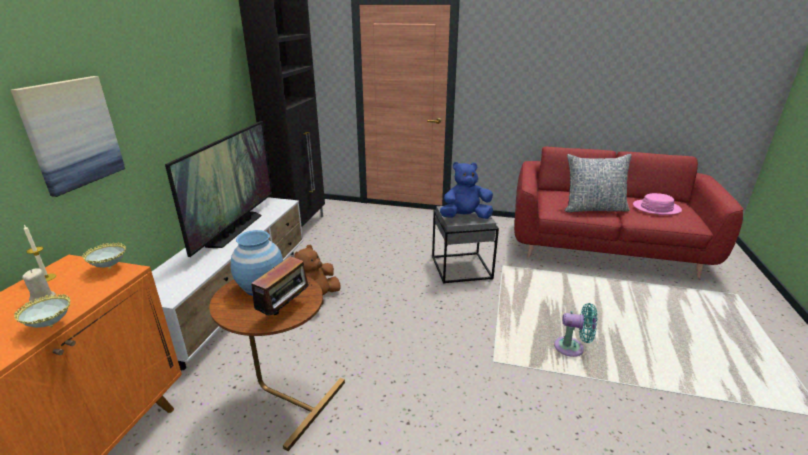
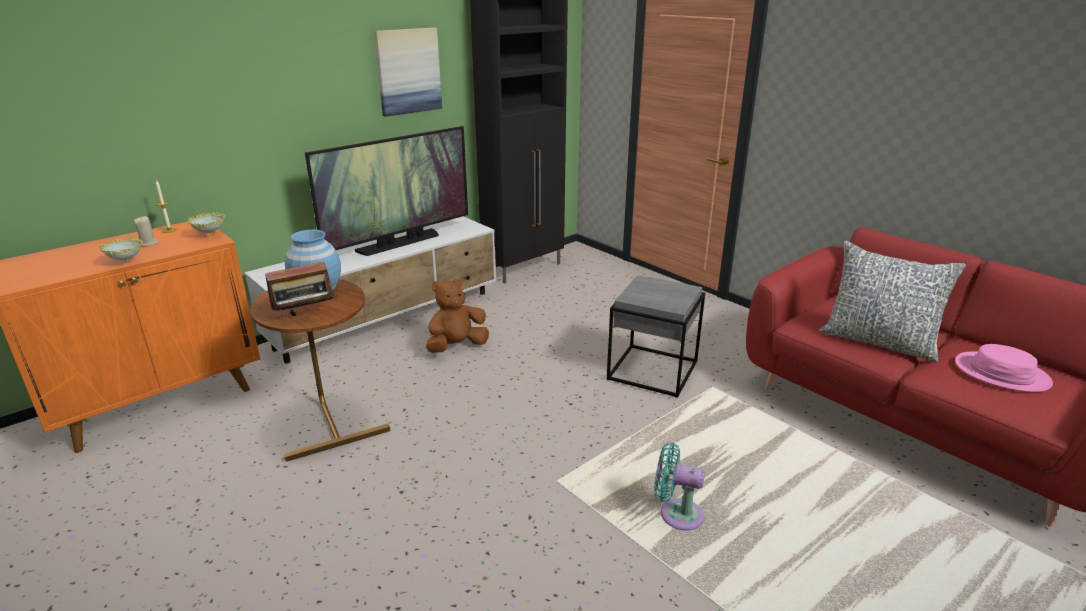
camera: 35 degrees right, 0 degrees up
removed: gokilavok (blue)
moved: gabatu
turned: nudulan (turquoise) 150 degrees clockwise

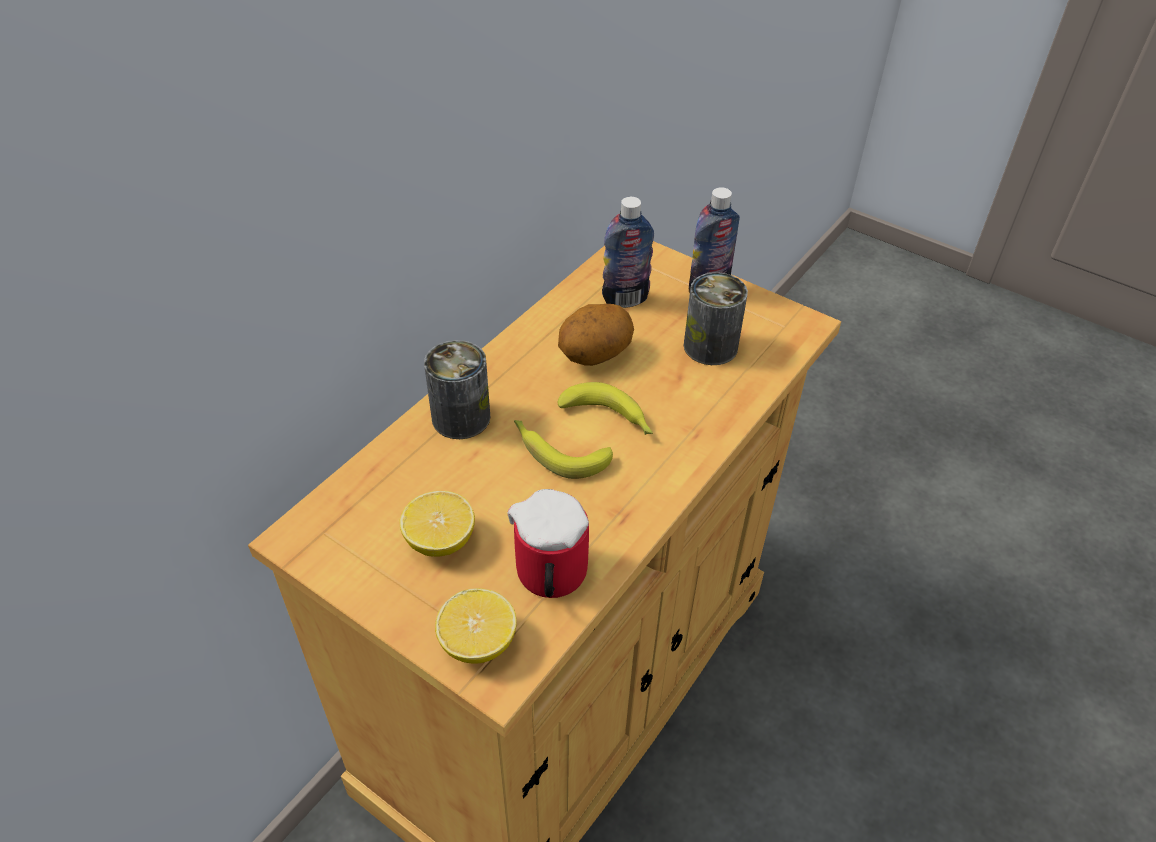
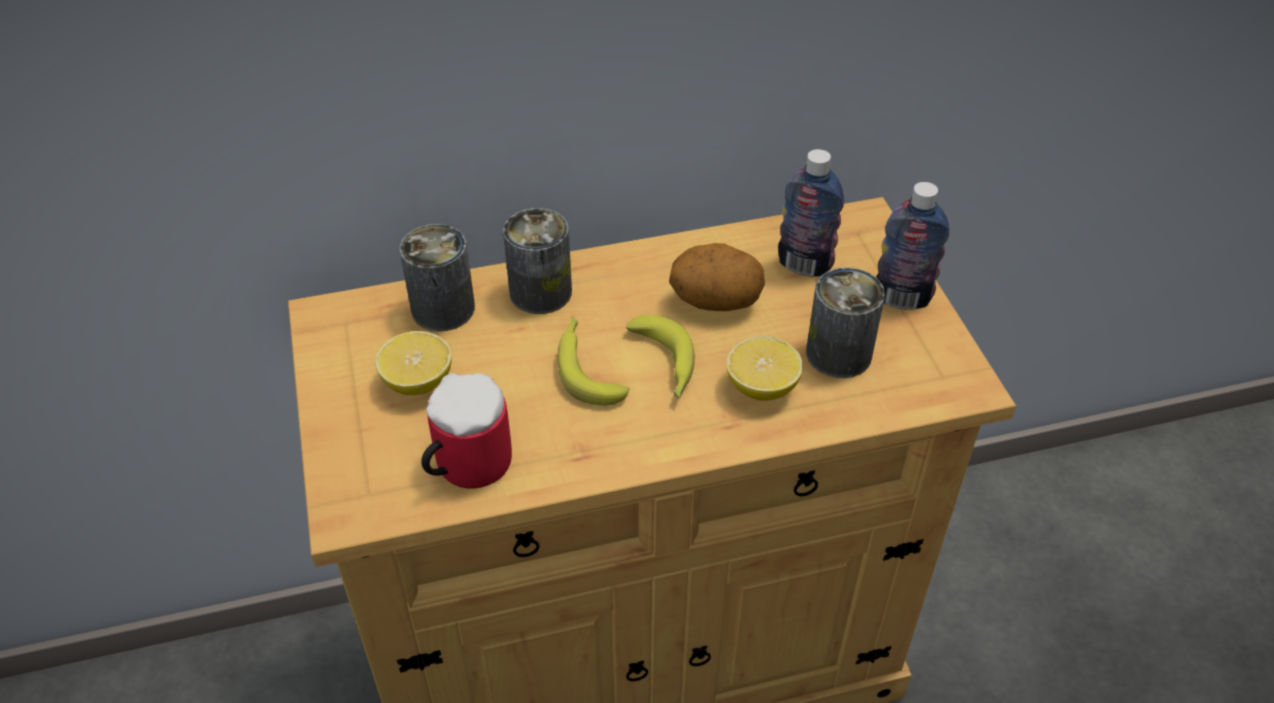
camera: 40 degrees right, 0 degrees up
added: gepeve (1st from left)
moved: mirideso (2nd from left)

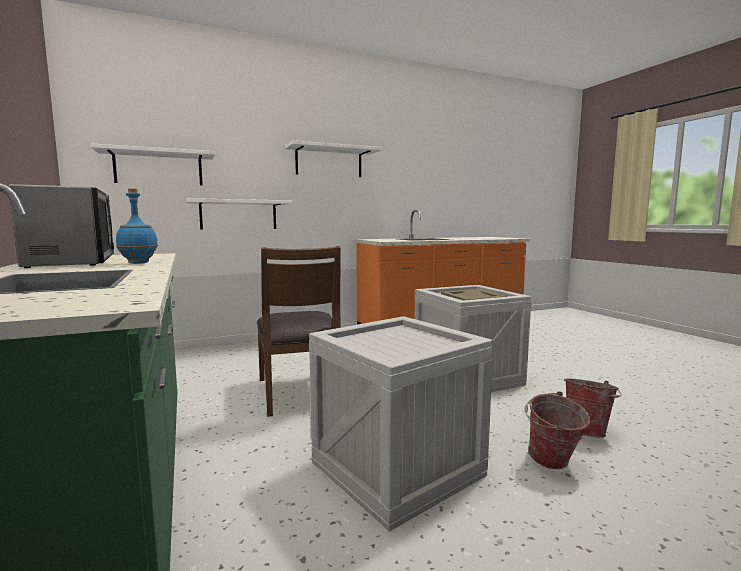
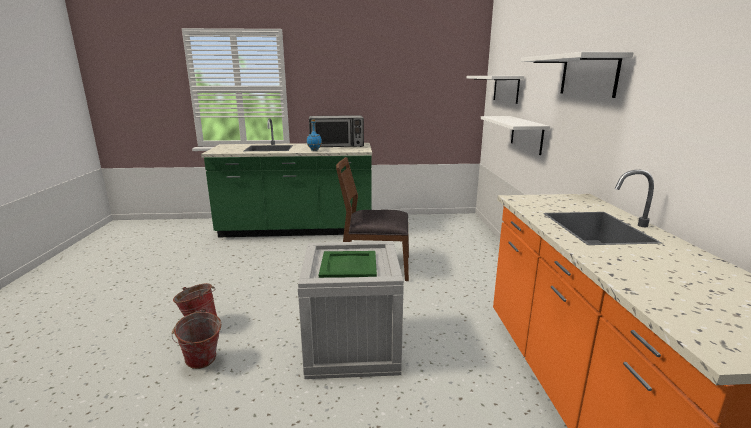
camera: 110 degrees right, 10 degrees up
removed: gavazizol (1st from left)
recoloured: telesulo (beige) to telesulo (green)

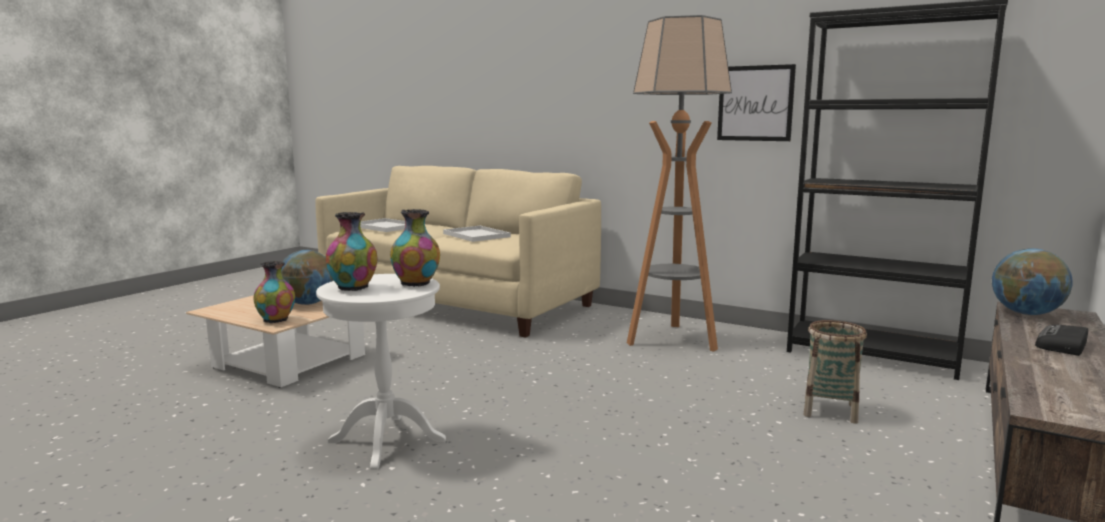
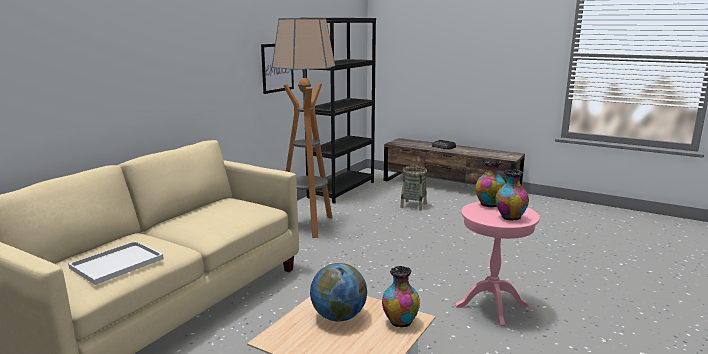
camera: 90 degrees left, 5 degrees up
removed: telesulo (white) (2nd from left); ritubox (2nd from left)
recoloured: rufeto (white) to rufeto (pink)

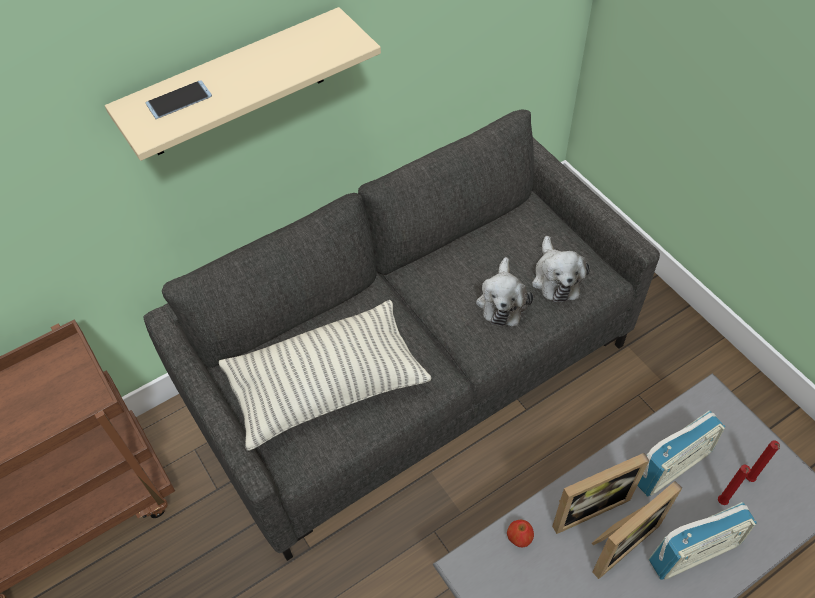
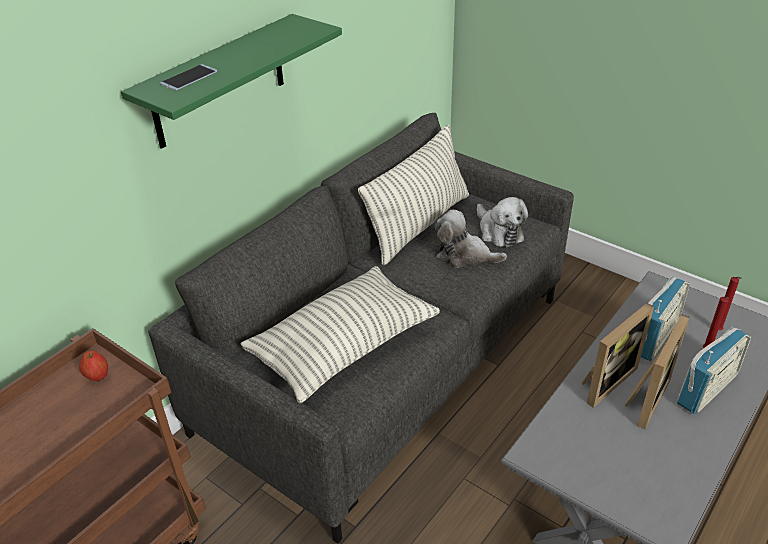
camera: 20 degrees left, 15 degrees down
added: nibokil (2nd from left)
moved: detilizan
recoloured: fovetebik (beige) to fovetebik (green)
turned: gokilavok (1st from left) 120 degrees clockwise

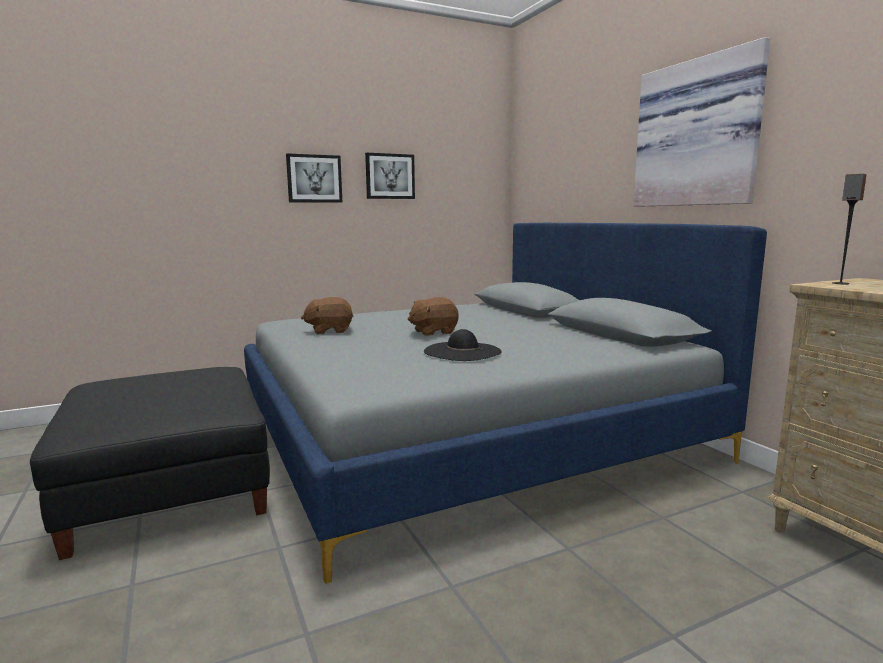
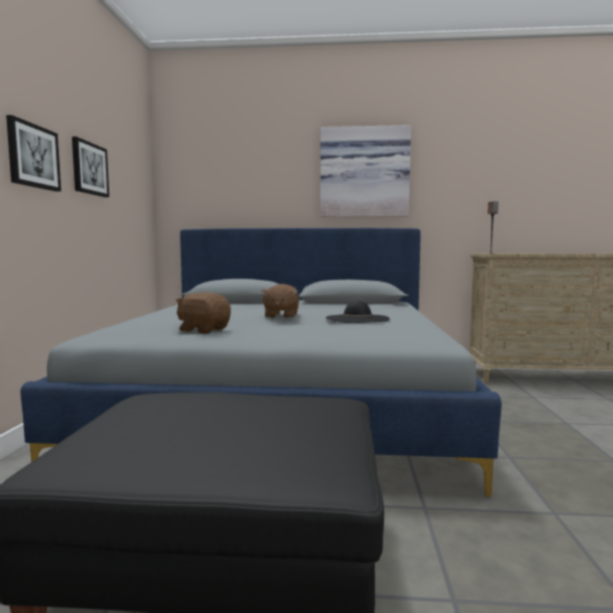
camera: 60 degrees left, 5 degrees down
turned: gokilavok (brown) (1st from left) 105 degrees clockwise

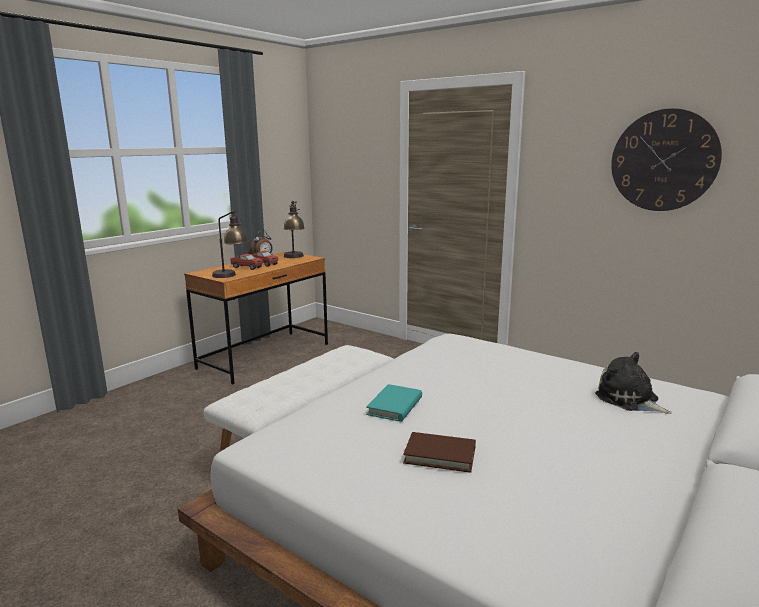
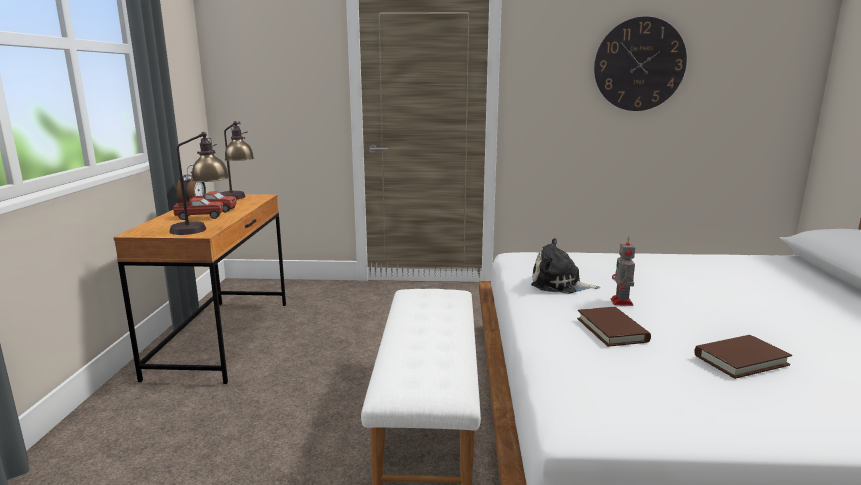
camera: 35 degrees left, 0 degrees up
added: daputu
moved: gokilavok
recoloured: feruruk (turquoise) to feruruk (brown) (1st from left)

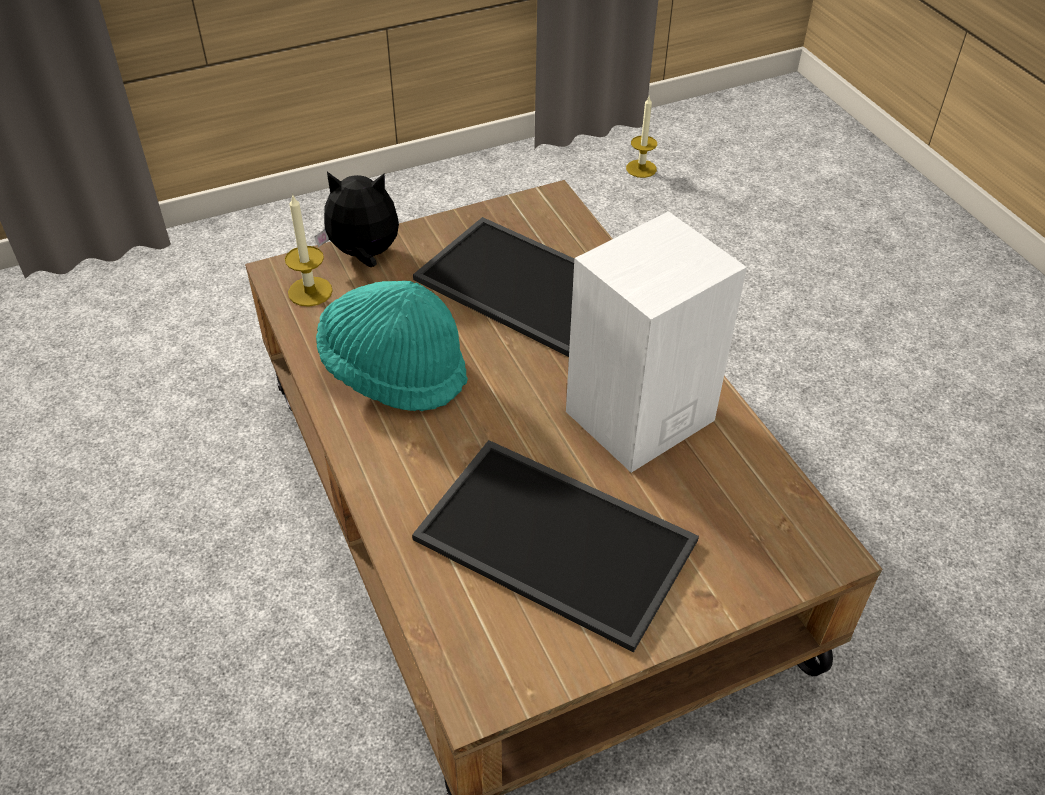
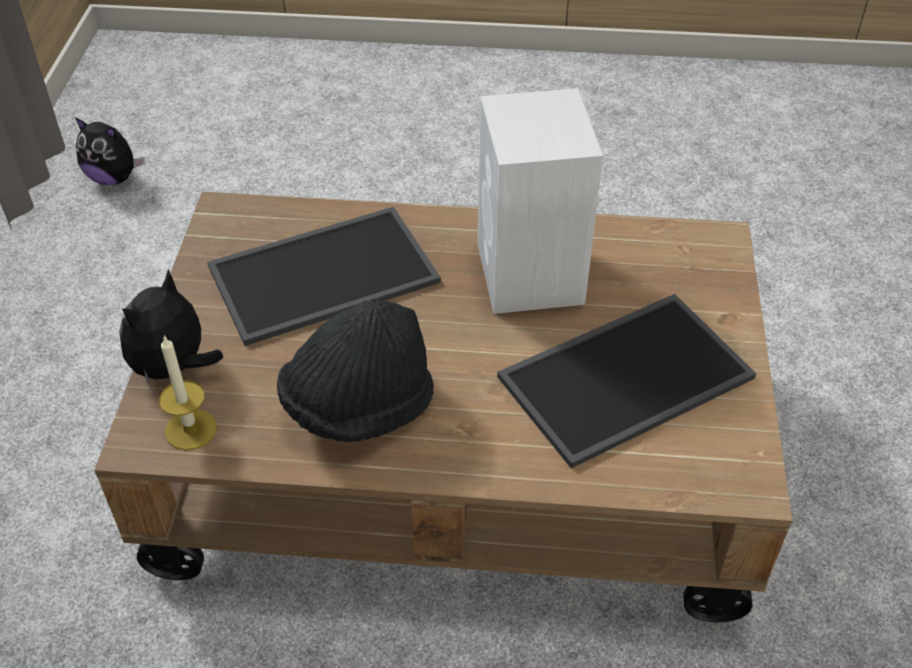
camera: 60 degrees left, 0 degrees up
replaced: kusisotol (2nd from left) to gokilavok (1st from left)
recoloured: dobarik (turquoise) to dobarik (black)

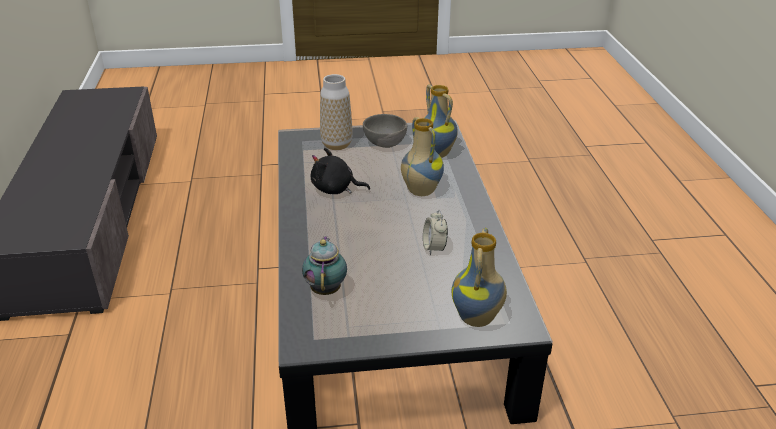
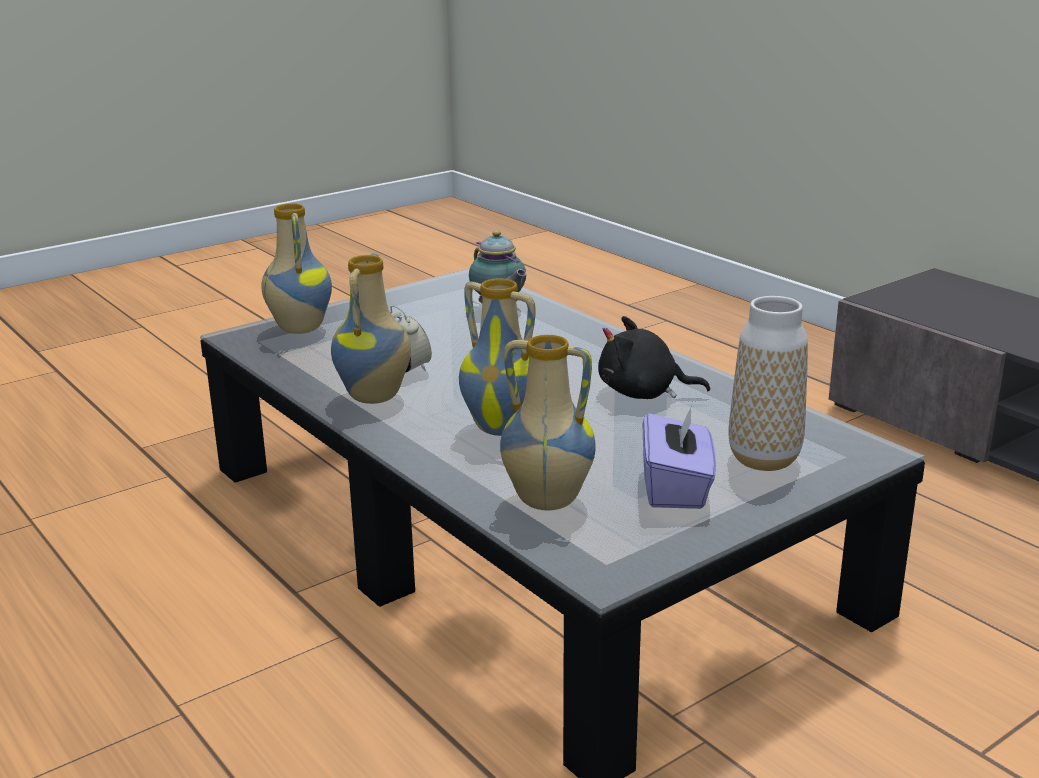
camera: 150 degrees right, 10 degrees down
added: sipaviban (2nd from left)
replaced: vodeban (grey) to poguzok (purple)
turned: gokilavok (black) 150 degrees counterclockwise

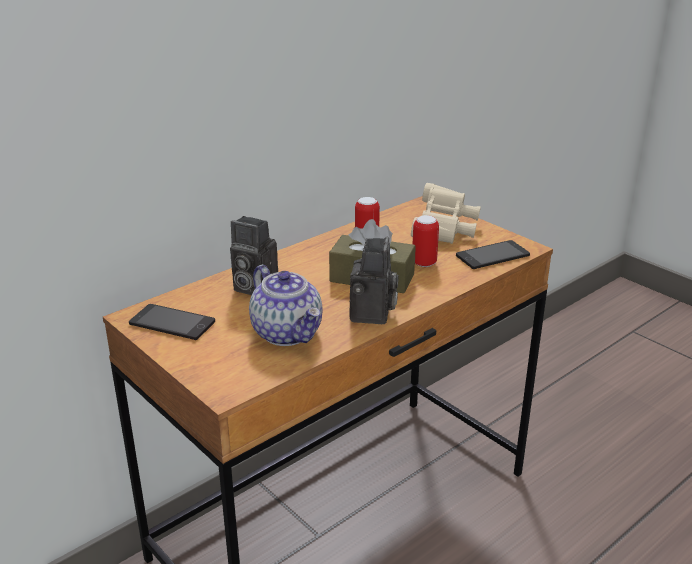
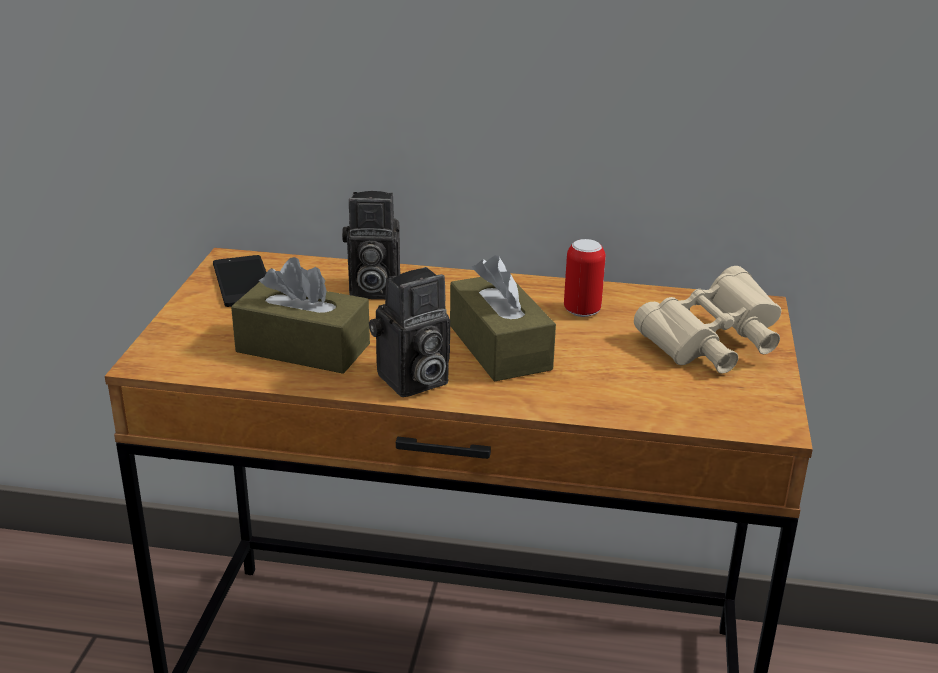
camera: 50 degrees right, 0 degrees up
removed: gepeve (2nd from left); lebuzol (2nd from left)
replaced: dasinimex to poguzok (brown) (1st from left)
turned: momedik (1st from left) 75 degrees counterclockwise

